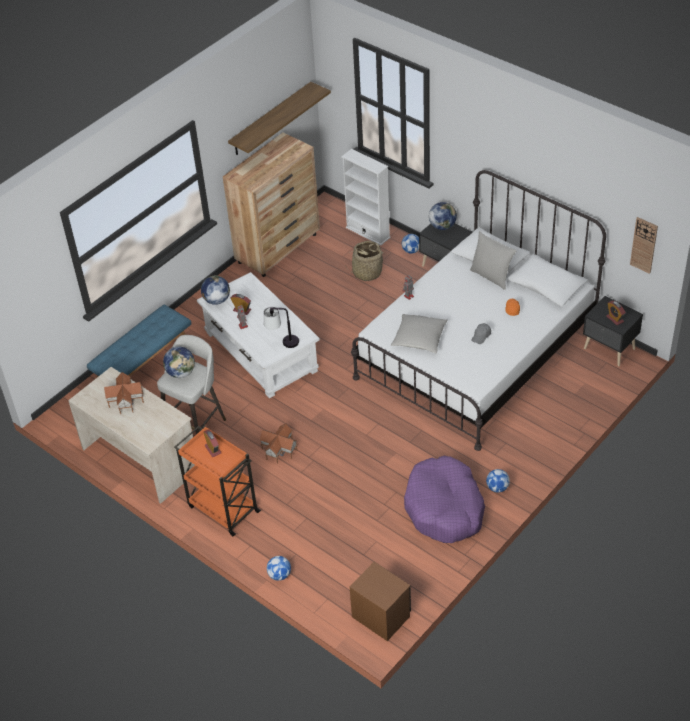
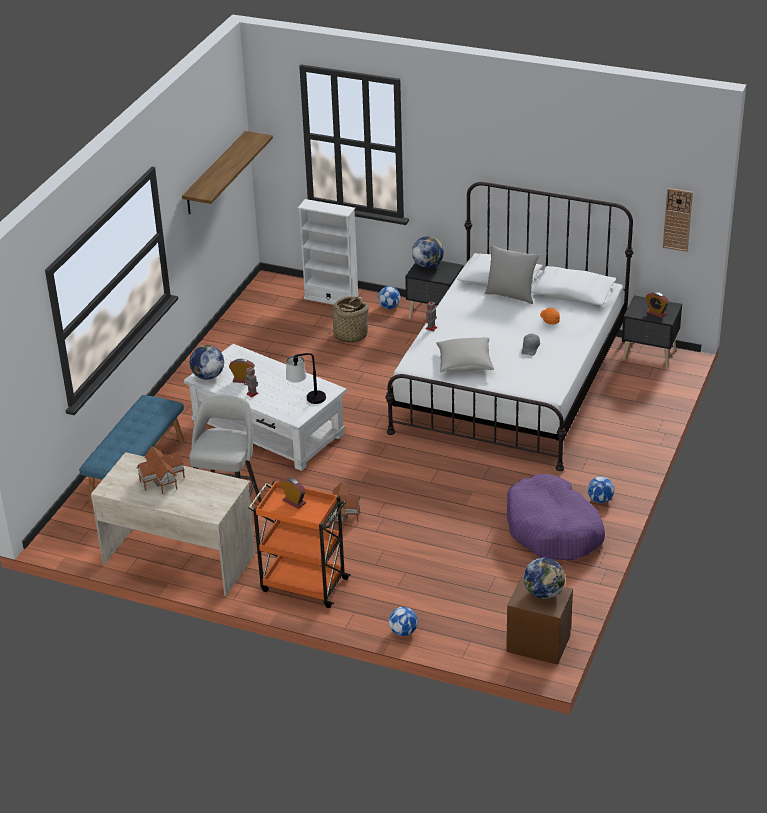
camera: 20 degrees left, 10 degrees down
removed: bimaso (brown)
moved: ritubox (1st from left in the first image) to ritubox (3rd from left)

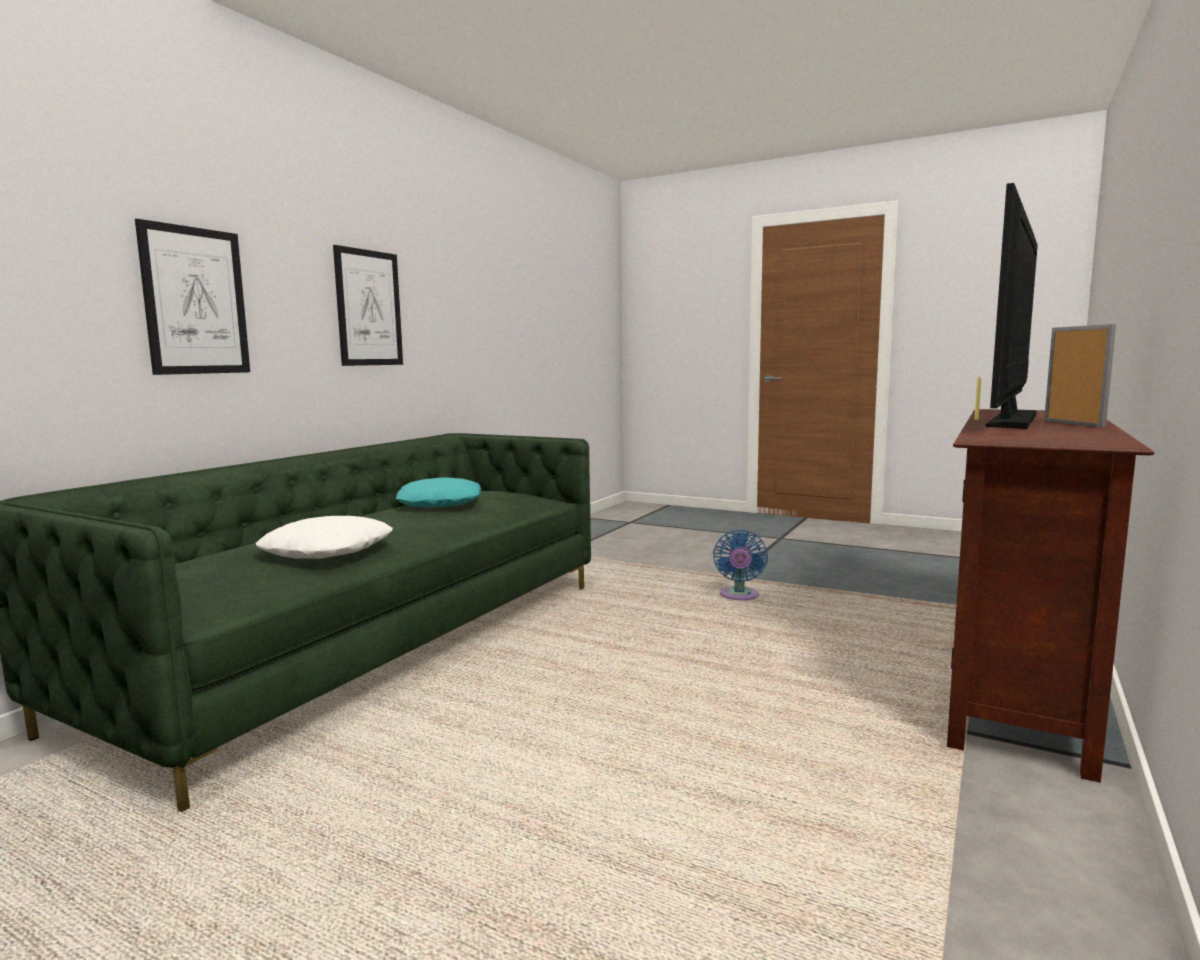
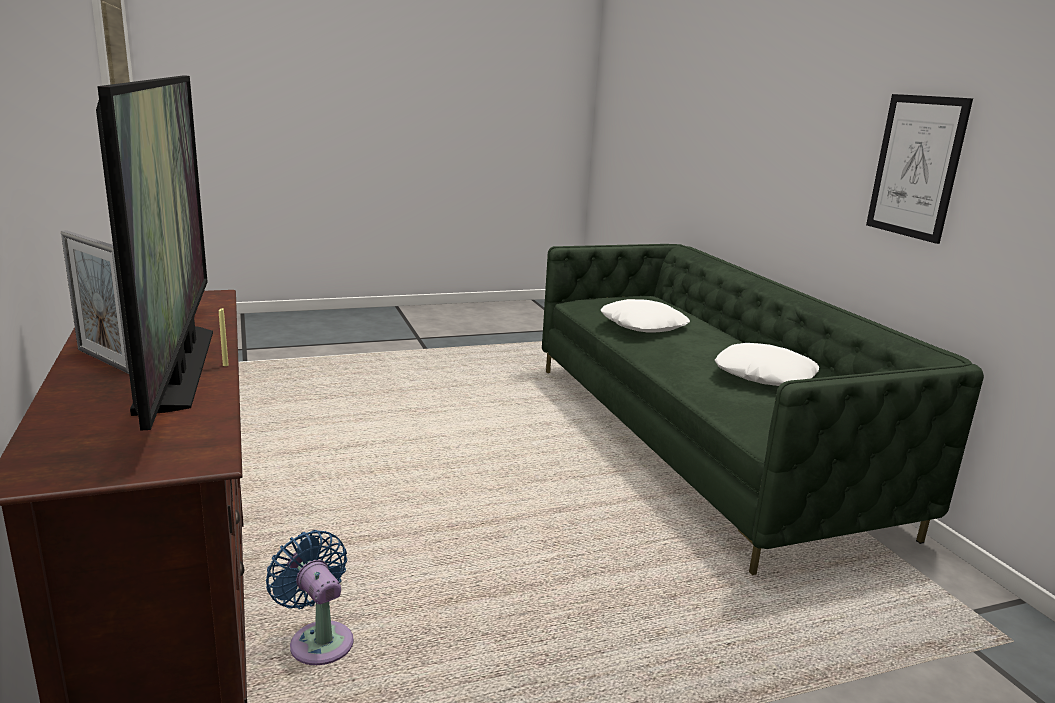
camera: 130 degrees right, 10 degrees up
removed: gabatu (1st from left)
moved: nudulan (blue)
recoloured: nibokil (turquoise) to nibokil (white) (2nd from left)

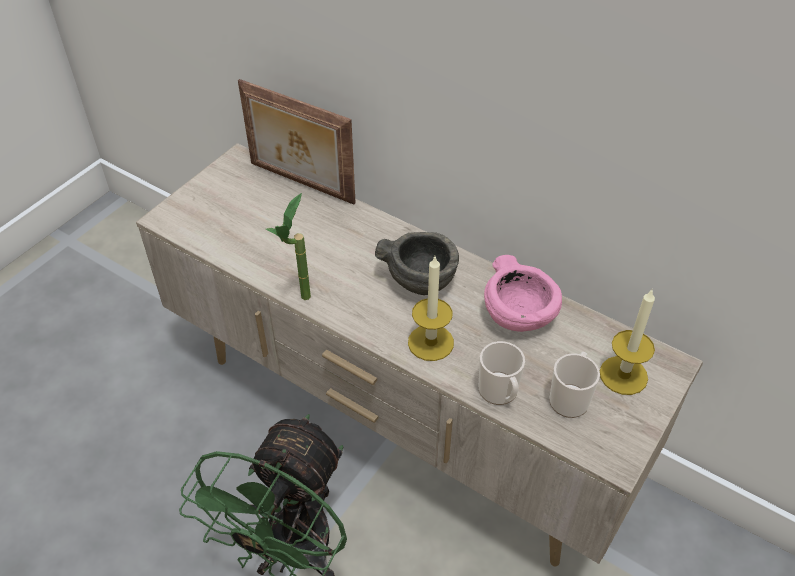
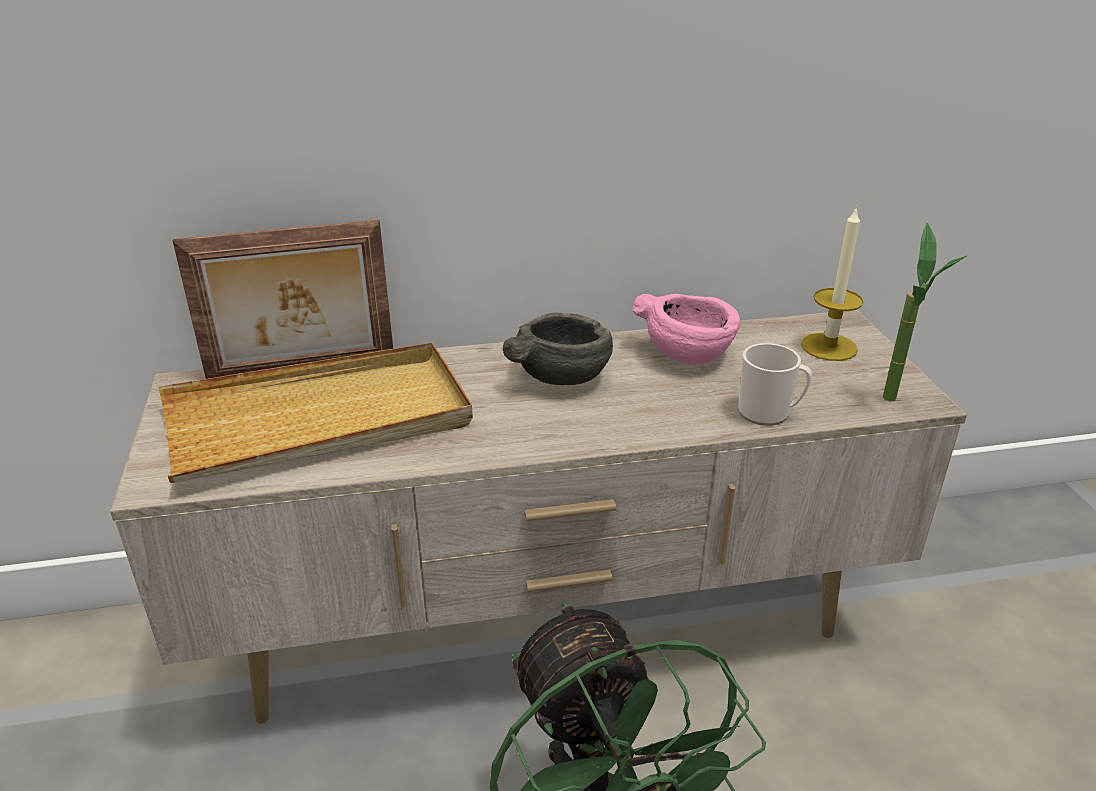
camera: 45 degrees left, 15 degrees down
removed: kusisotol (1st from left); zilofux (2nd from left)
added: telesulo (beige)
moved: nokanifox

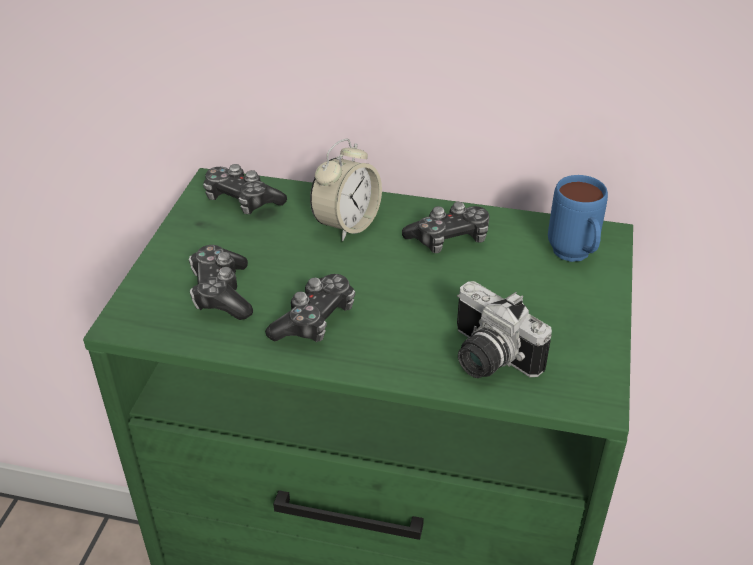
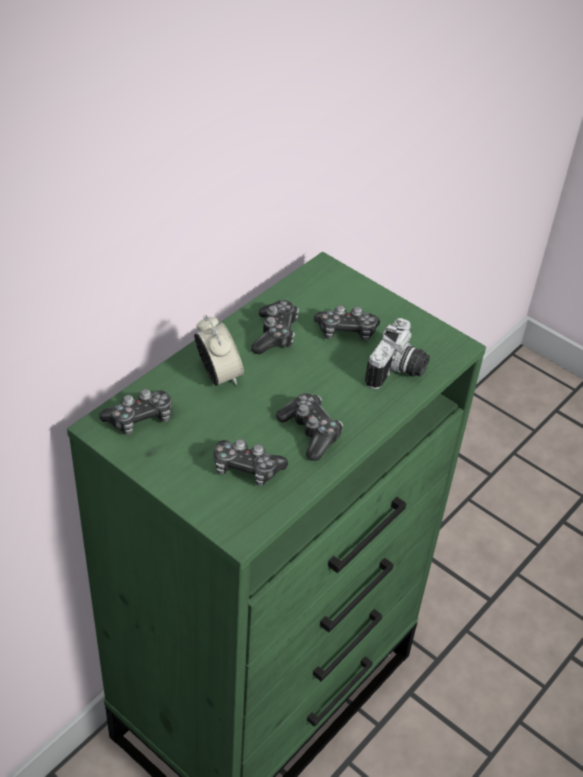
camera: 65 degrees left, 5 degrees up
removed: zilofux (blue)
added: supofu (5th from left)
turned: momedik 45 degrees counterclockwise

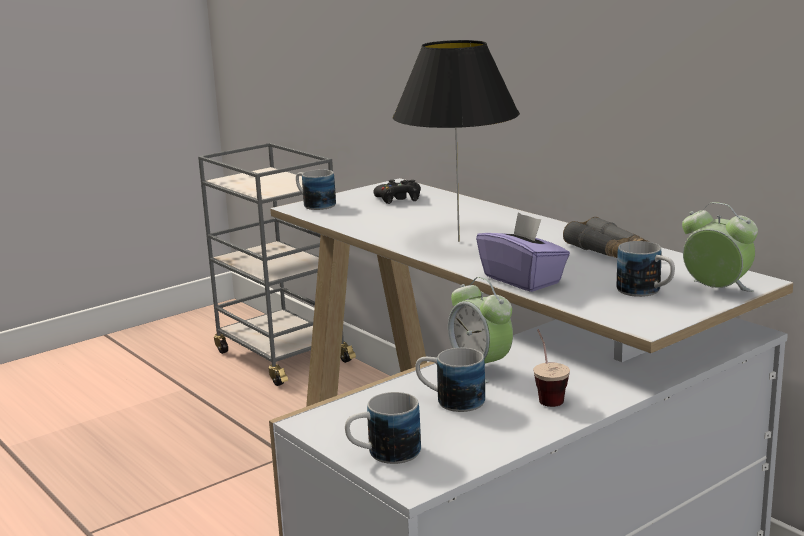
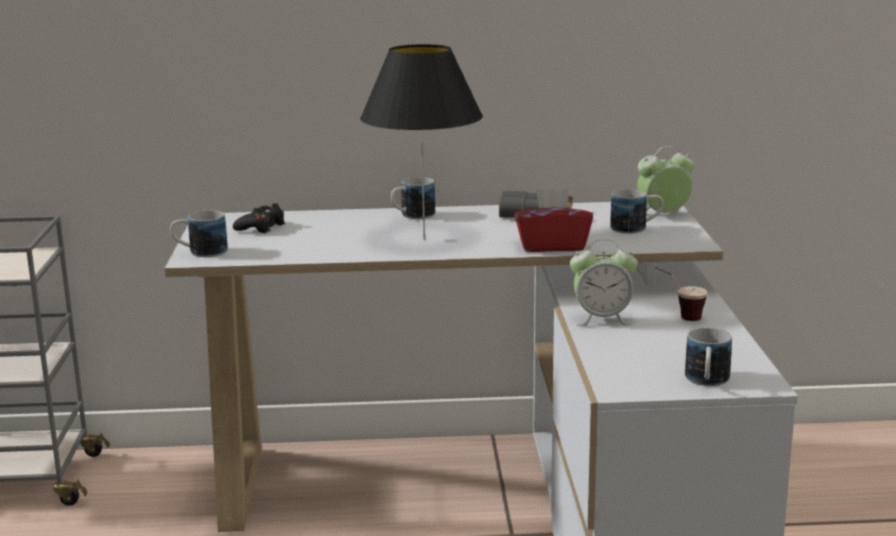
camera: 55 degrees left, 0 degrees up
moved: zilofux (3rd from left in the first image) to zilofux (2nd from left)
recoloured: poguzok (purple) to poguzok (red)

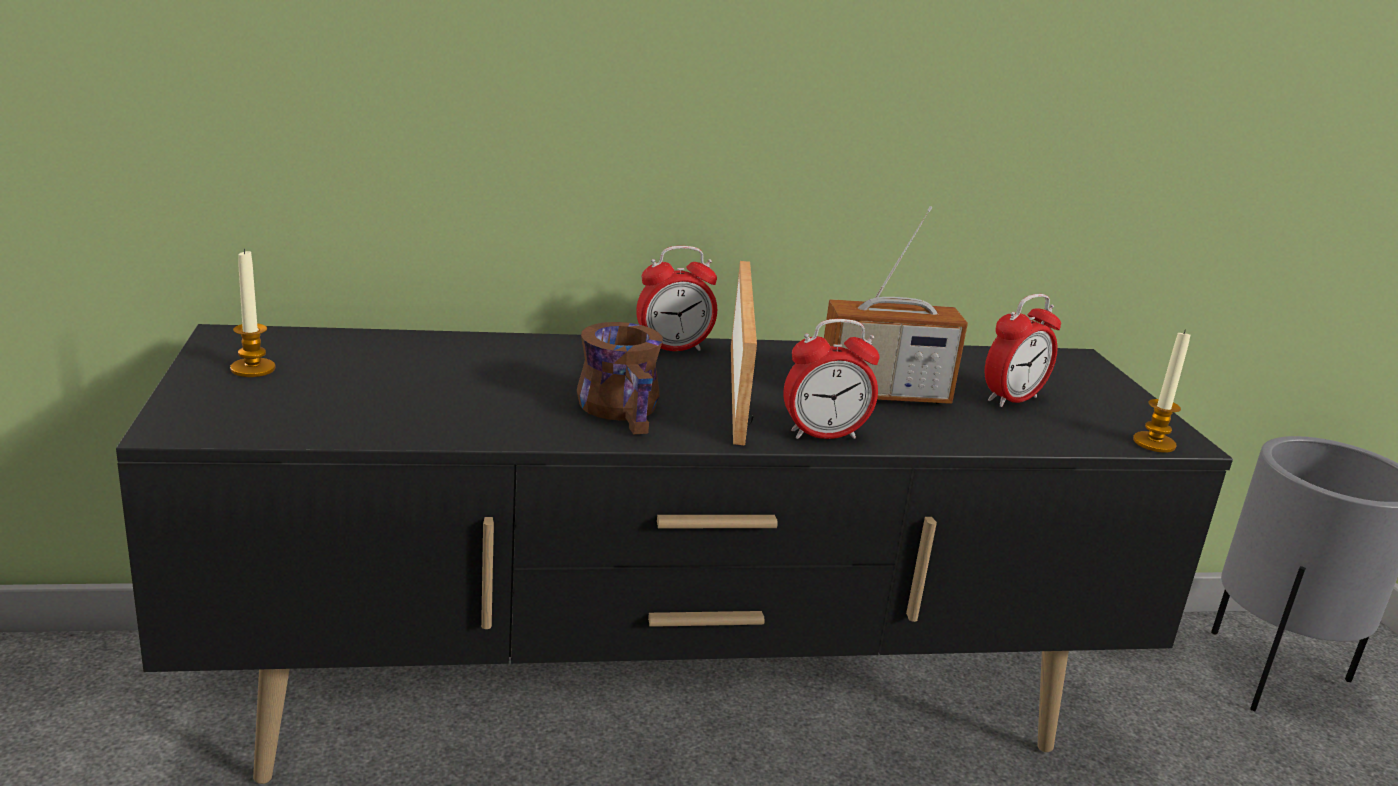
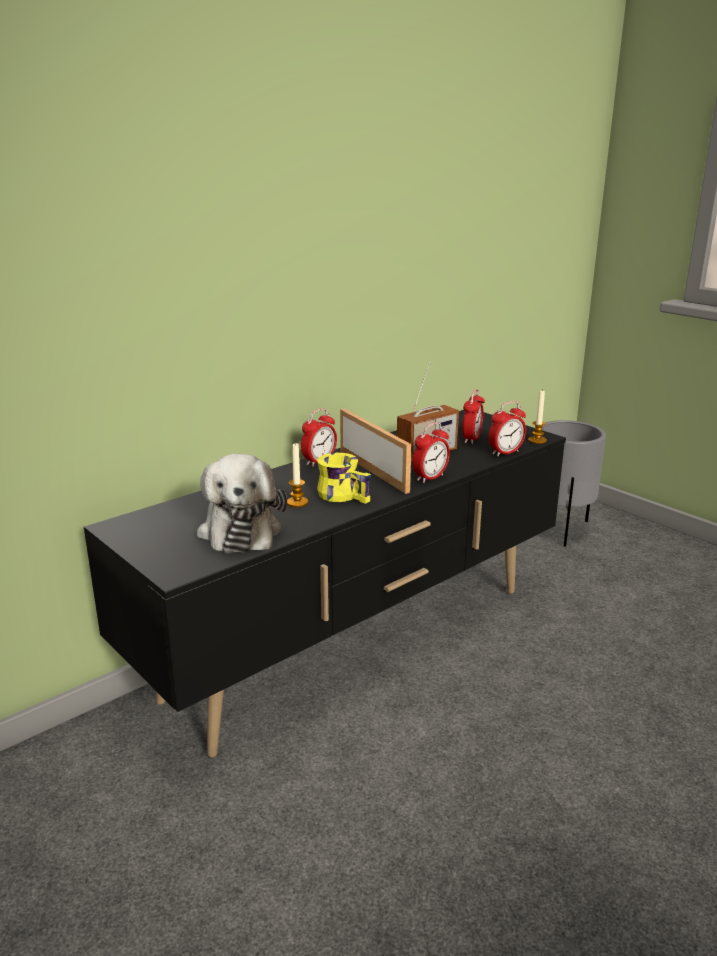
camera: 30 degrees left, 0 degrees up
added: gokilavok; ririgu (4th from left)
moved: kusisotol (1st from left)
recoloured: zilofux (brown) to zilofux (yellow)

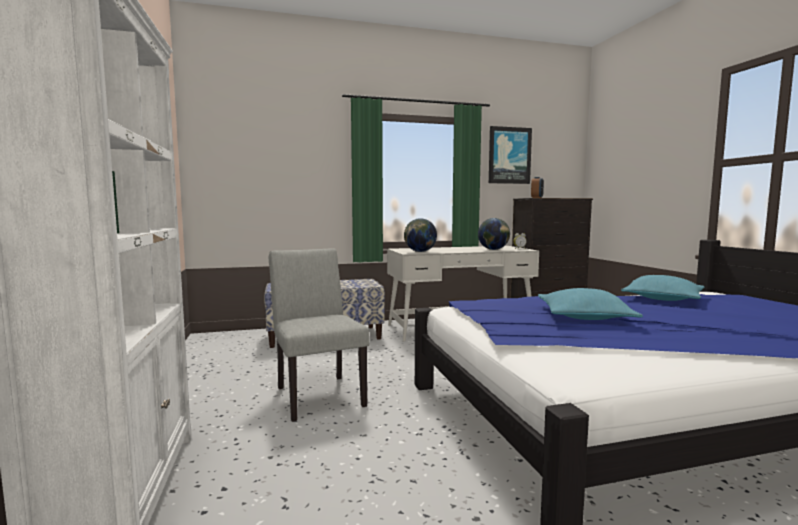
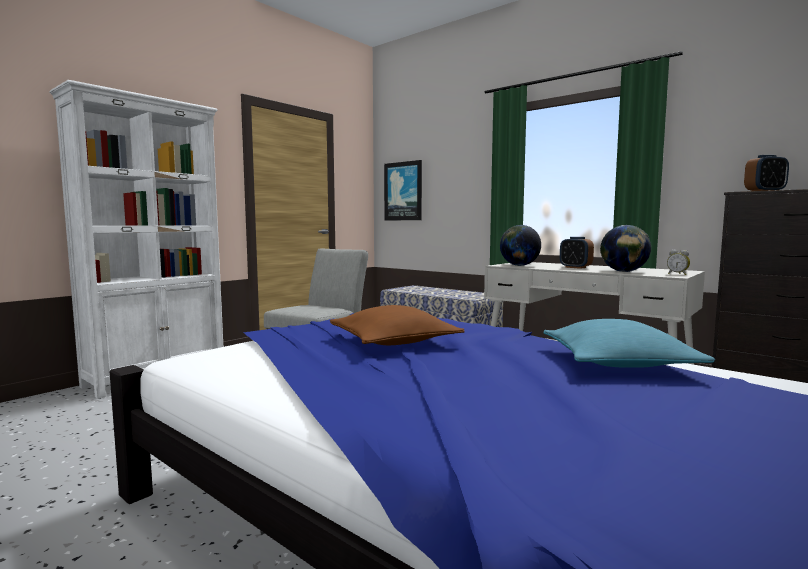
camera: 55 degrees right, 0 degrees up
added: ririgu (1st from left)
moved: gabatu
recoloured: nibokil (turquoise) (1st from left) to nibokil (brown)

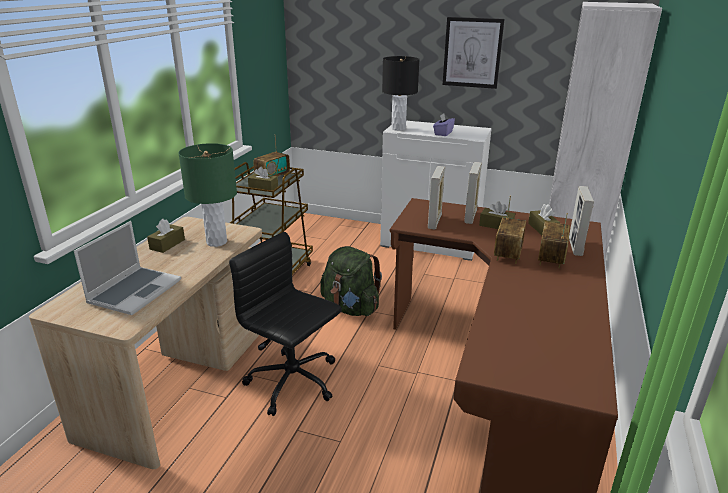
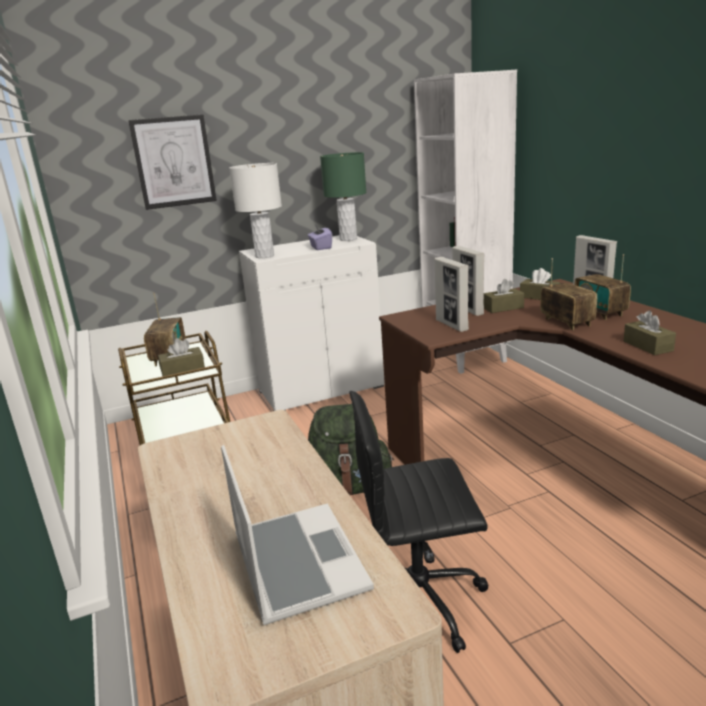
camera: 40 degrees left, 5 degrees down
moved: poguzok (brown) (1st from left in the first image) to poguzok (brown) (4th from left); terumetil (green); gabatu
recoloured: terumetil (black) to terumetil (white)

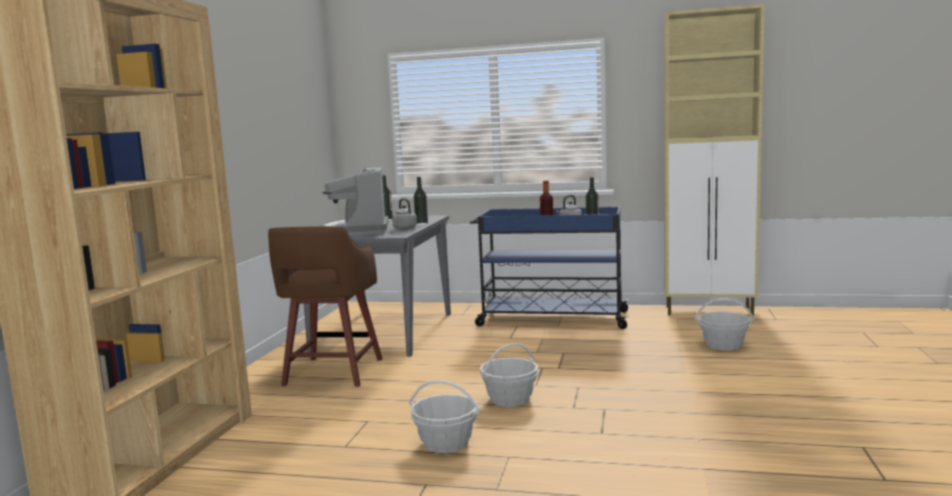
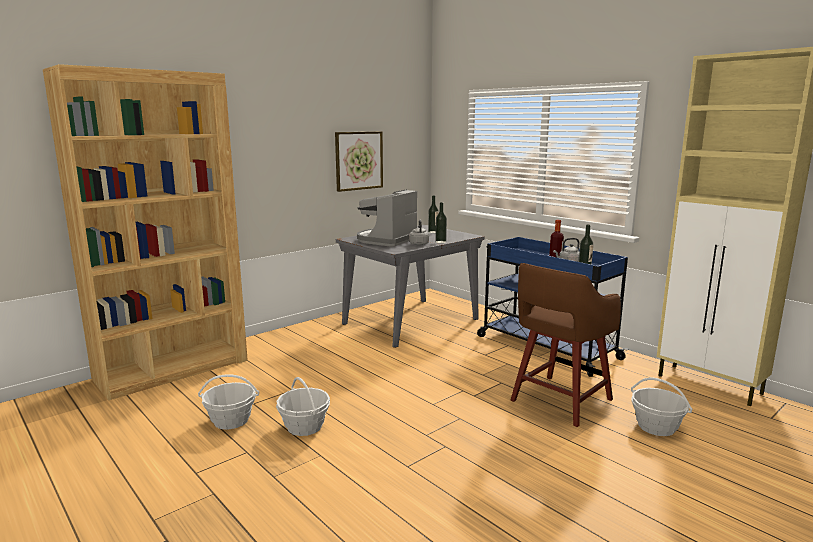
camera: 35 degrees right, 5 degrees up
added: gabatu
moved: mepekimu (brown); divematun (2nd from left in the first image) to divematun (1st from left)

